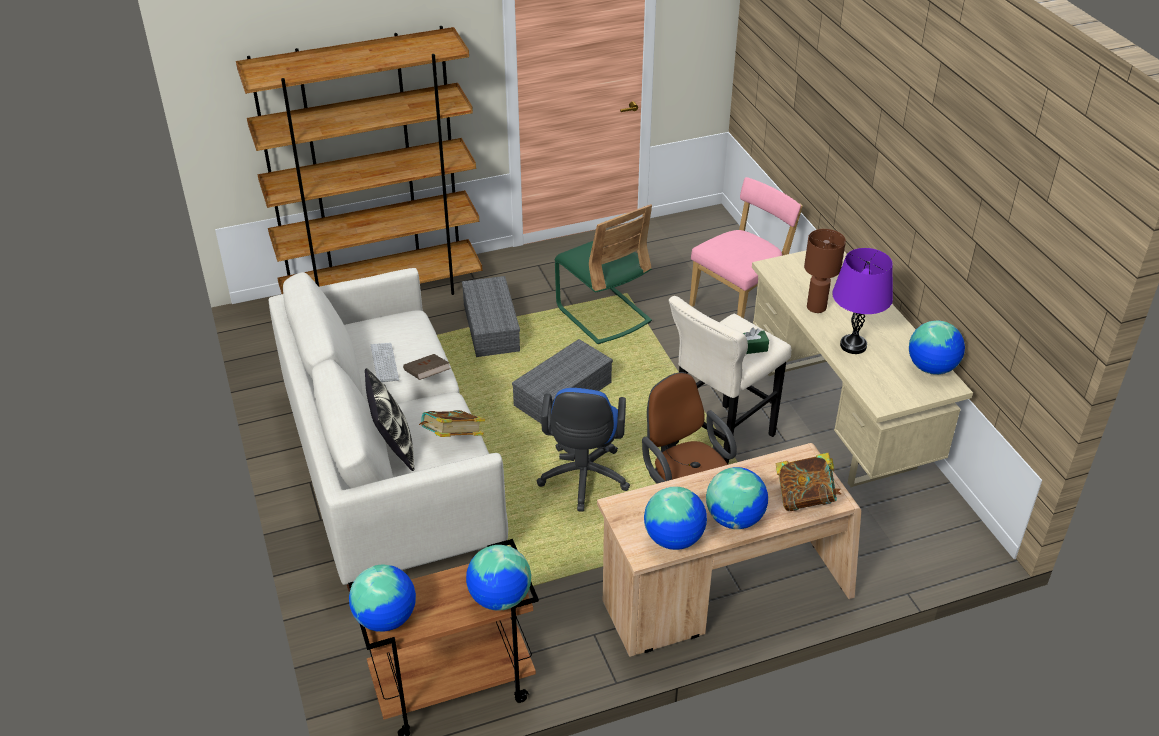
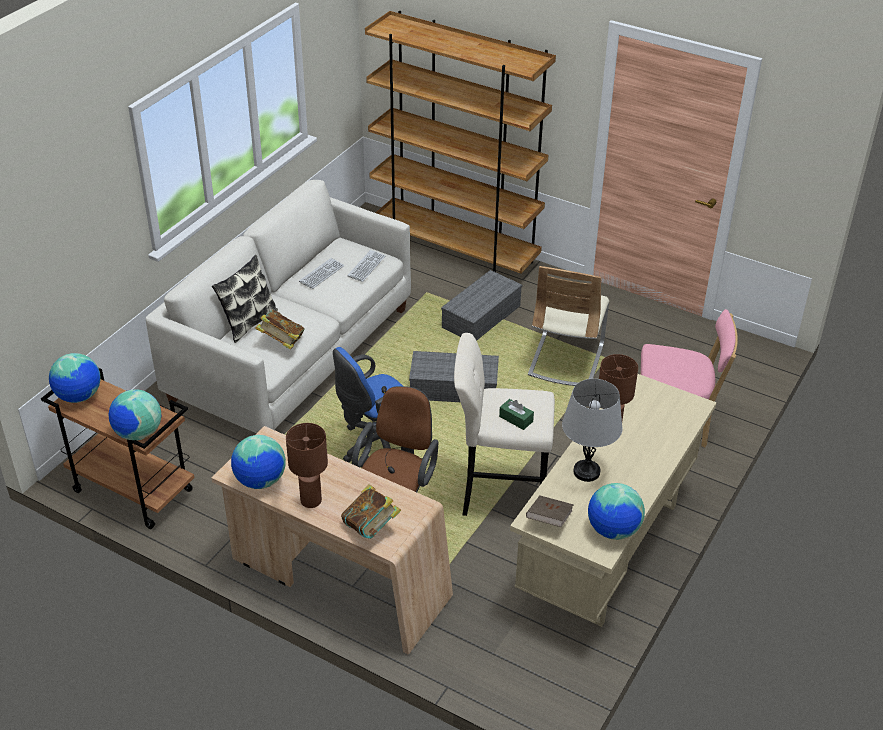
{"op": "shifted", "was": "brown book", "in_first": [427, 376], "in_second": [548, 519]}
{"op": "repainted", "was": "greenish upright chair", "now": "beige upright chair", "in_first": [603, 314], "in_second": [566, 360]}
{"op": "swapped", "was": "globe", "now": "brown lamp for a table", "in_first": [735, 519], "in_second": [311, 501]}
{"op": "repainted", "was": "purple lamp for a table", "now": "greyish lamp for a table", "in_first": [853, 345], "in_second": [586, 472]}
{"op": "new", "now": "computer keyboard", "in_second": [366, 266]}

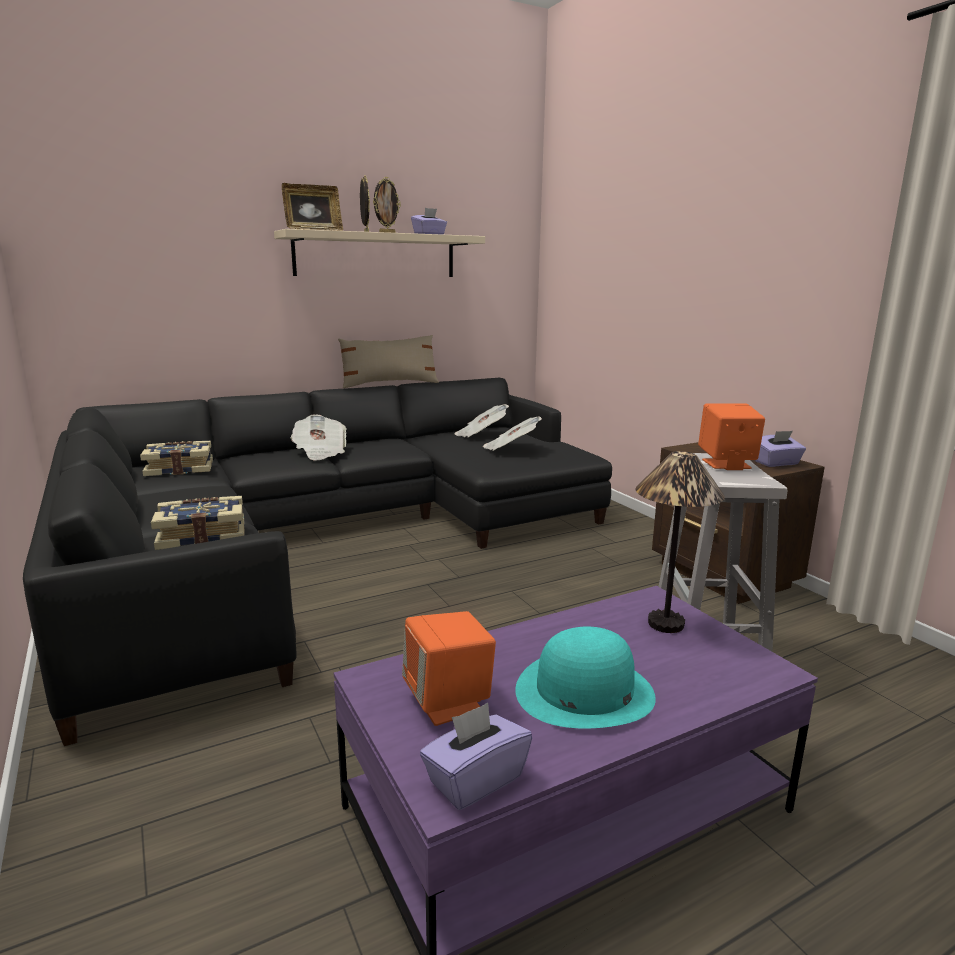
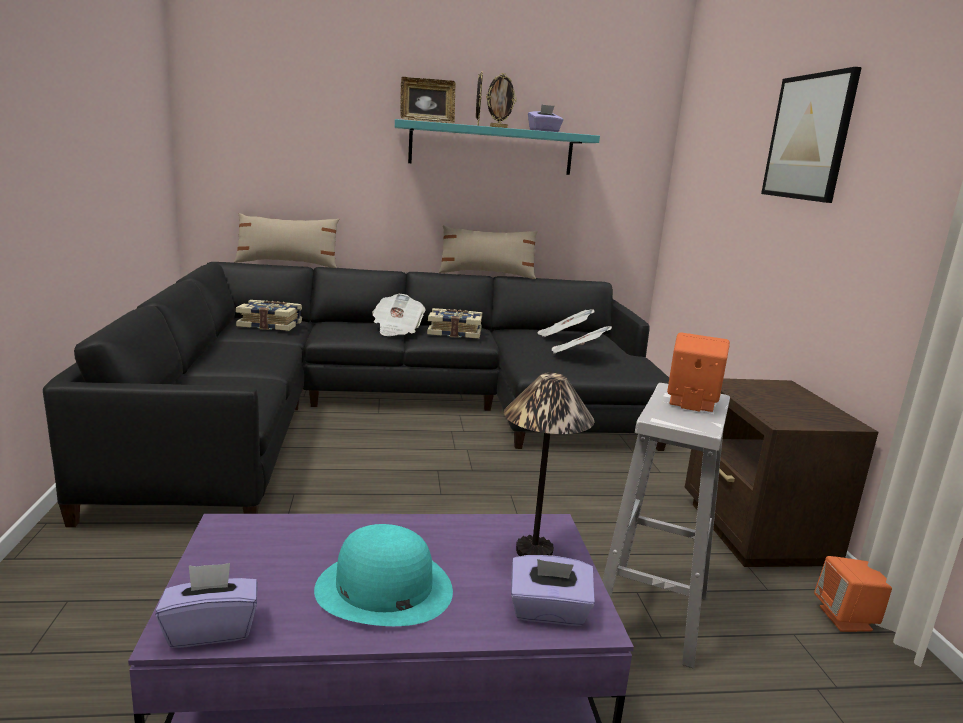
{"op": "shifted", "was": "book", "in_first": [202, 535], "in_second": [455, 332]}
{"op": "repainted", "was": "beige bracket shelf", "now": "turquoise-coloured bracket shelf", "in_first": [376, 255], "in_second": [491, 148]}
{"op": "shifted", "was": "orange-coloured speaker", "in_first": [448, 702], "in_second": [846, 619]}
{"op": "shifted", "was": "purple tissue holder", "in_first": [776, 463], "in_second": [548, 612]}
{"op": "new", "now": "beige throw pillow", "in_second": [287, 264]}
{"op": "new", "now": "wall art", "in_second": [808, 137]}

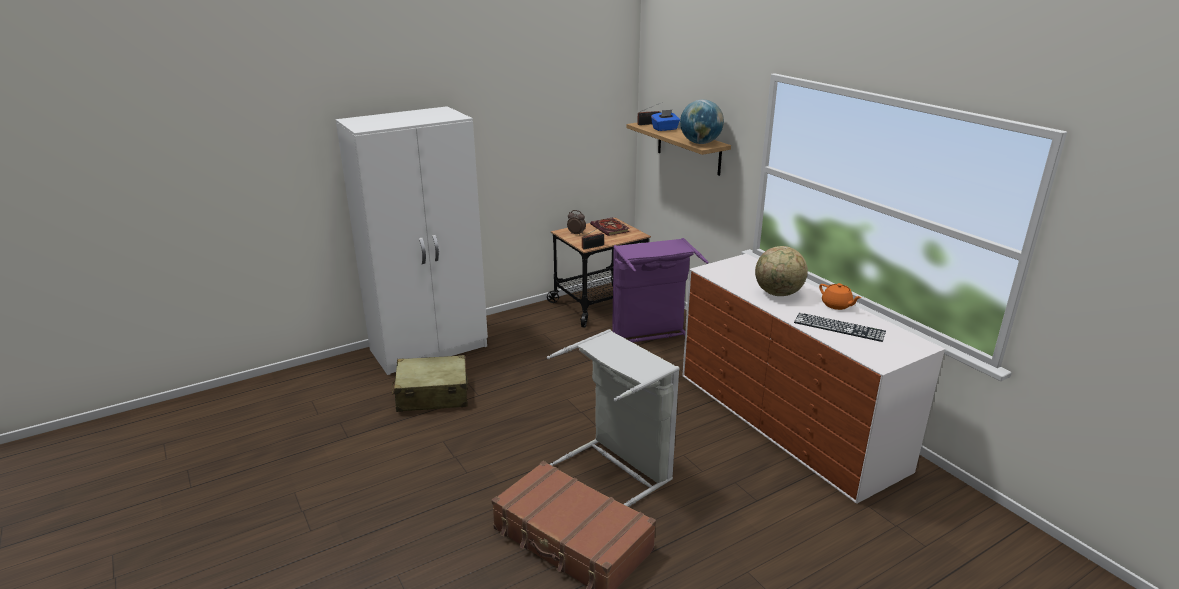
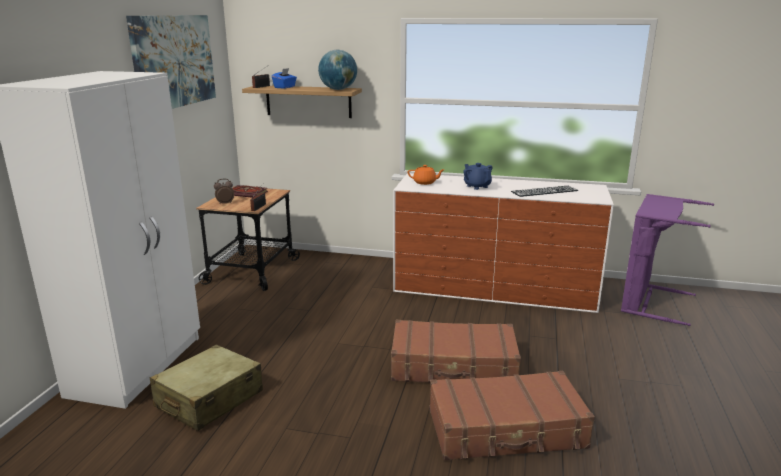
{"op": "swapped", "was": "greyish washing basket", "now": "brown suitcase", "in_first": [619, 468], "in_second": [453, 366]}
{"op": "shifted", "was": "purple washing basket", "in_first": [652, 340], "in_second": [648, 301]}
{"op": "swapped", "was": "globe", "now": "bluish tea pot", "in_first": [778, 294], "in_second": [477, 186]}
{"op": "shifted", "was": "orange-coloured tea pot", "in_first": [837, 305], "in_second": [425, 182]}
{"op": "new", "now": "wall art", "in_second": [174, 61]}

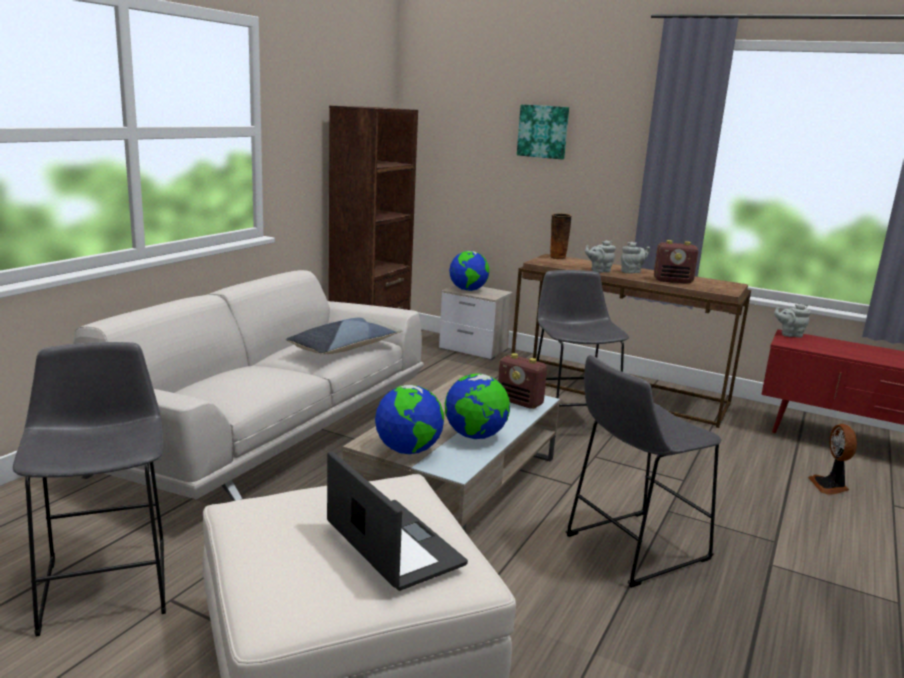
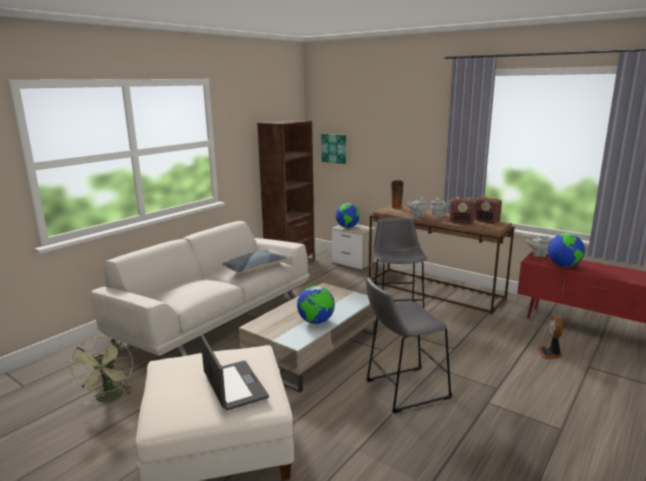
{"op": "swapped", "was": "greyish stool seat", "now": "greenish cooling fan", "in_first": [107, 580], "in_second": [109, 398]}
{"op": "shifted", "was": "globe", "in_first": [408, 451], "in_second": [564, 266]}
{"op": "shifted", "was": "radio set", "in_first": [520, 402], "in_second": [487, 221]}
{"op": "shifted", "was": "wall art", "in_first": [543, 131], "in_second": [334, 148]}

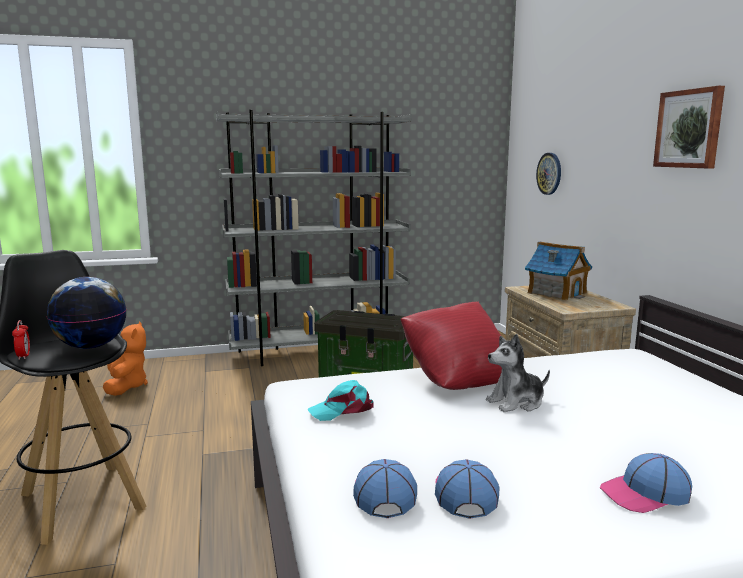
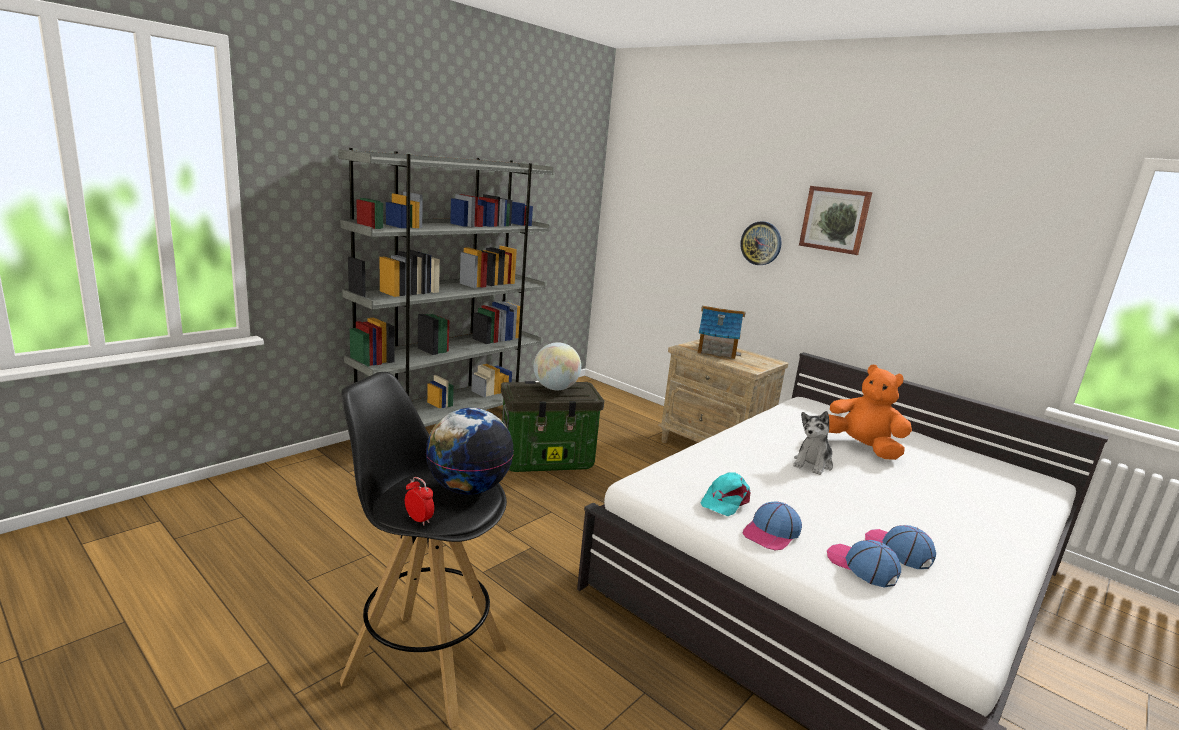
{"op": "shifted", "was": "orange-coloured cuddly toy", "in_first": [126, 386], "in_second": [861, 447]}
{"op": "gone", "was": "red-coloured throw pillow", "in_first": [458, 378]}
{"op": "shifted", "was": "clock on the wall", "in_first": [549, 173], "in_second": [761, 243]}
{"op": "shifted", "was": "cap", "in_first": [645, 494], "in_second": [771, 533]}
{"op": "new", "now": "globe", "in_second": [555, 388]}

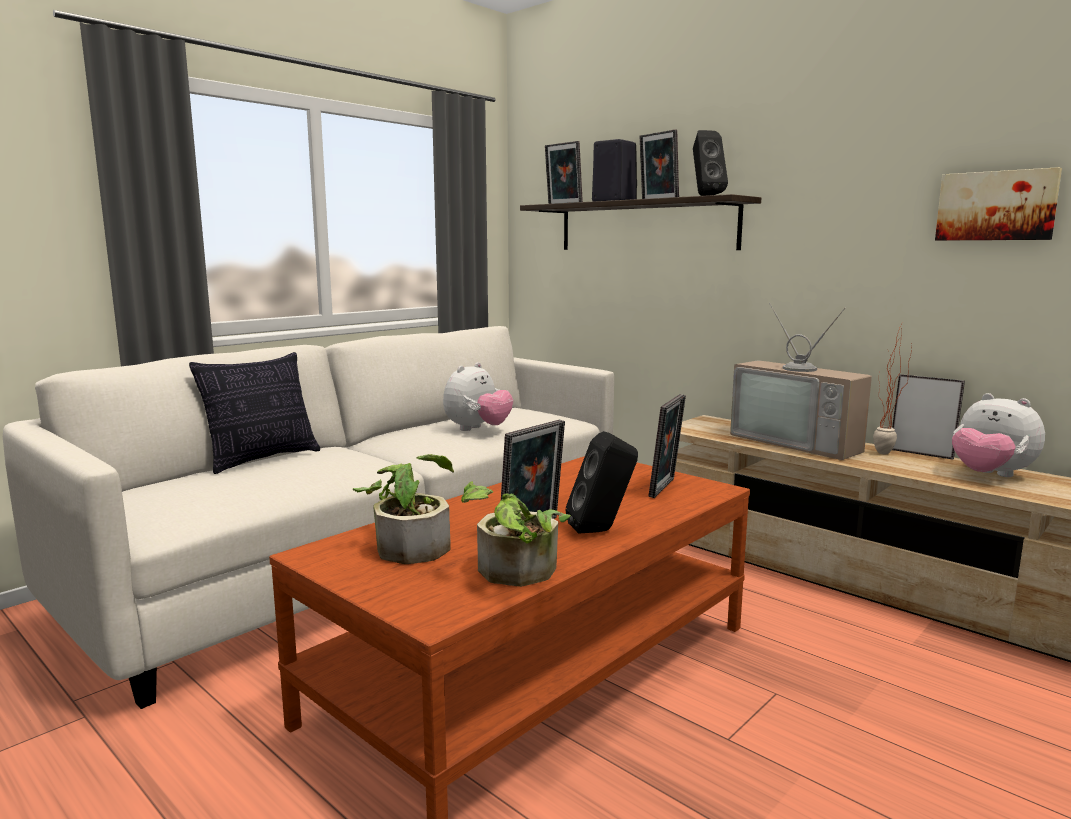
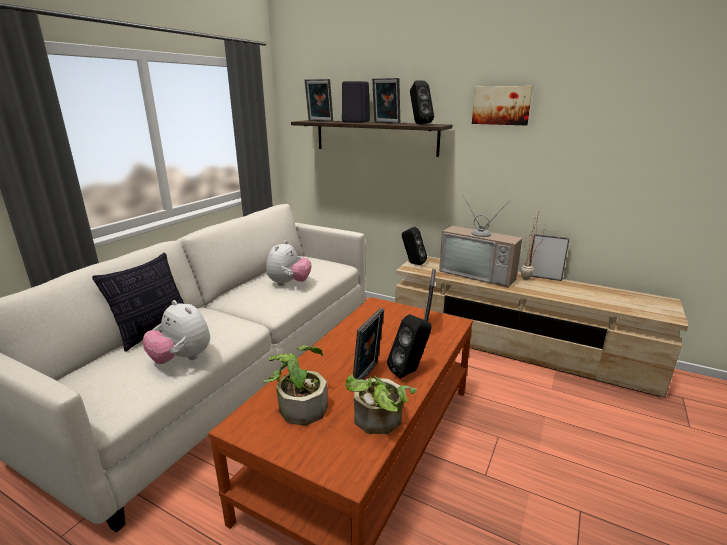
{"op": "shifted", "was": "wall art", "in_first": [996, 206], "in_second": [501, 105]}
{"op": "shifted", "was": "cuddly toy", "in_first": [990, 475], "in_second": [182, 359]}
{"op": "new", "now": "black-coloured speaker", "in_second": [412, 263]}

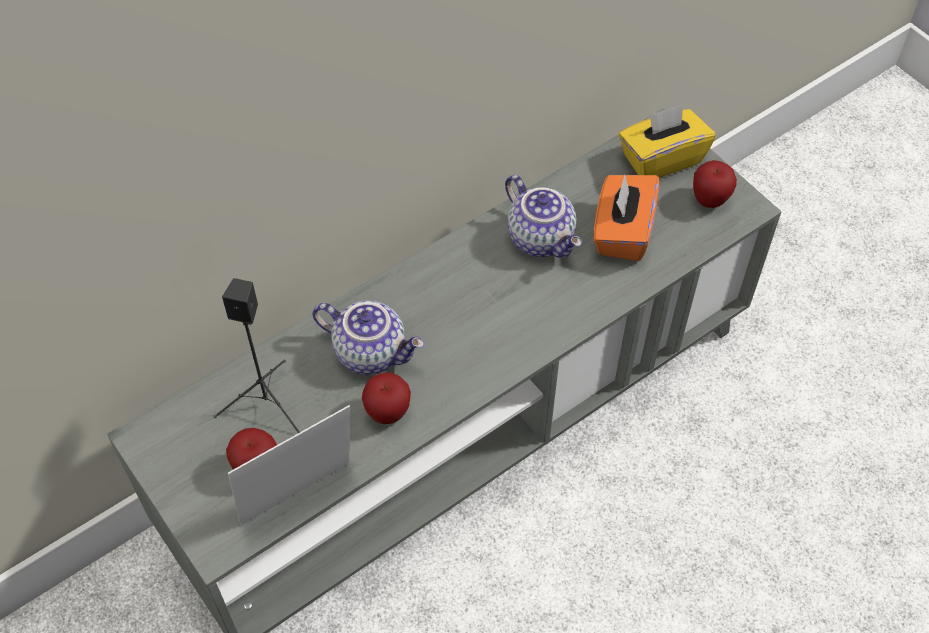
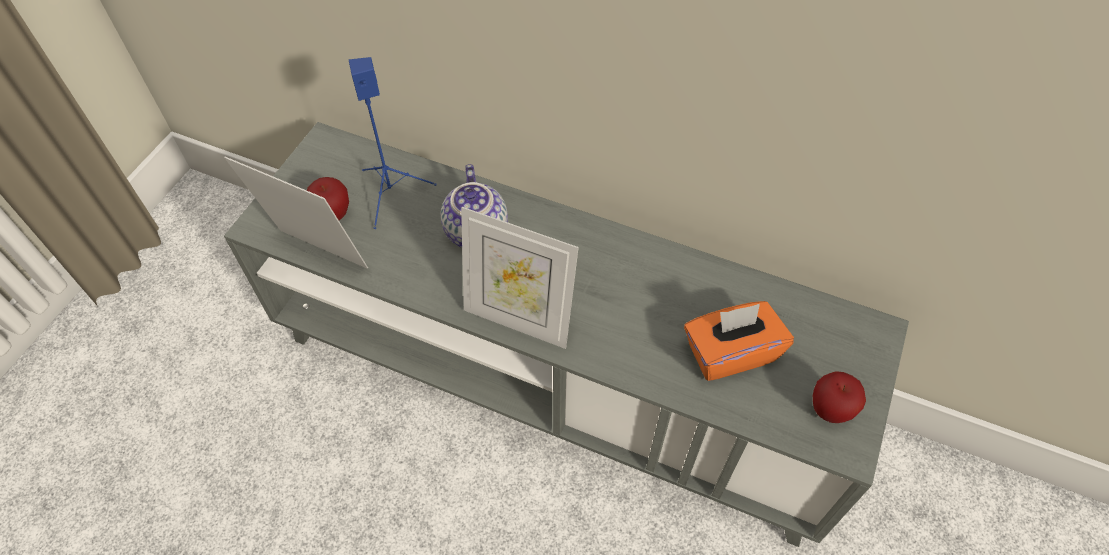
{"op": "repainted", "was": "black-coloured speaker", "now": "bluish speaker", "in_first": [268, 404], "in_second": [391, 194]}
{"op": "gone", "was": "apple fruit", "in_first": [387, 413]}
{"op": "gone", "was": "tea pot", "in_first": [542, 238]}
{"op": "gone", "was": "yellow-coloured tissue holder", "in_first": [661, 159]}
{"op": "new", "now": "picture frame", "in_second": [519, 319]}

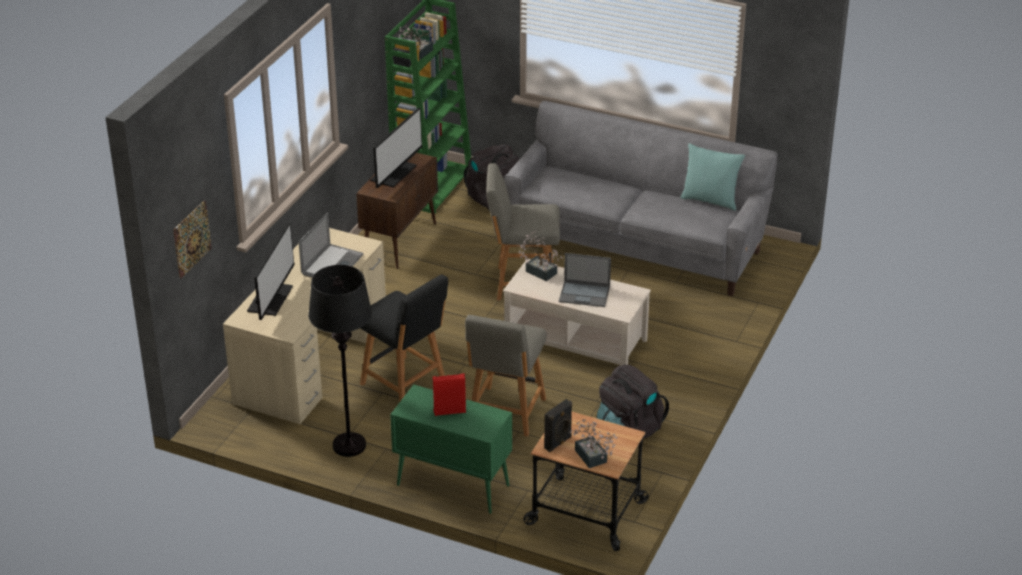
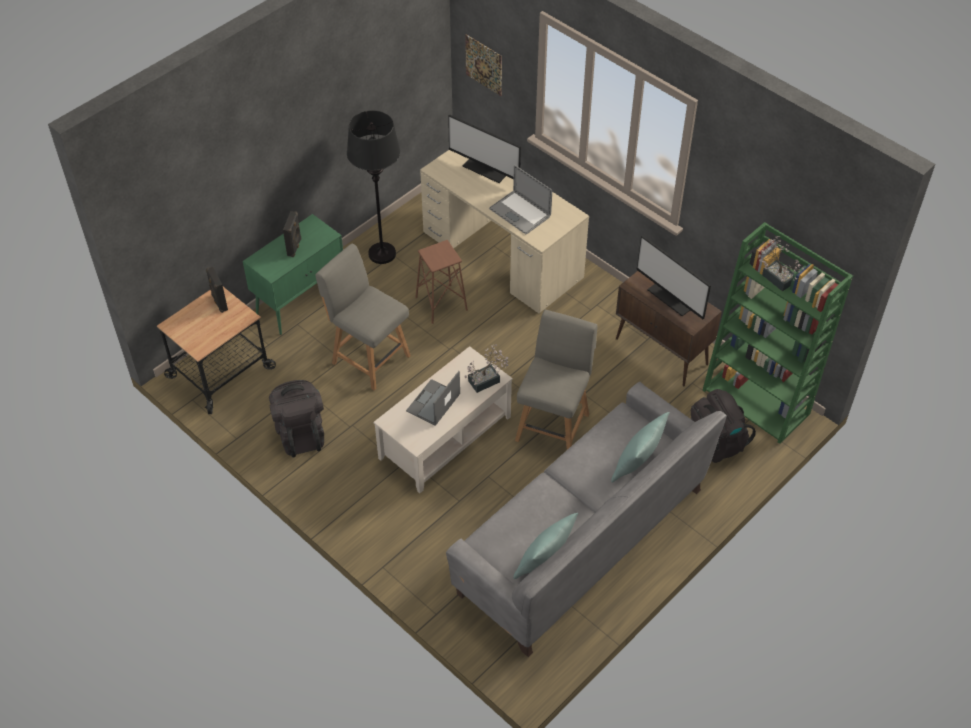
{"op": "swapped", "was": "black-coloured upright chair", "now": "brown stool seat", "in_first": [405, 384], "in_second": [441, 304]}
{"op": "repainted", "was": "red-coloured speaker", "now": "black-coloured speaker", "in_first": [449, 411], "in_second": [295, 247]}
{"op": "gone", "was": "houseplant", "in_first": [592, 459]}
{"op": "new", "now": "turquoise-coloured throw pillow", "in_second": [637, 465]}

